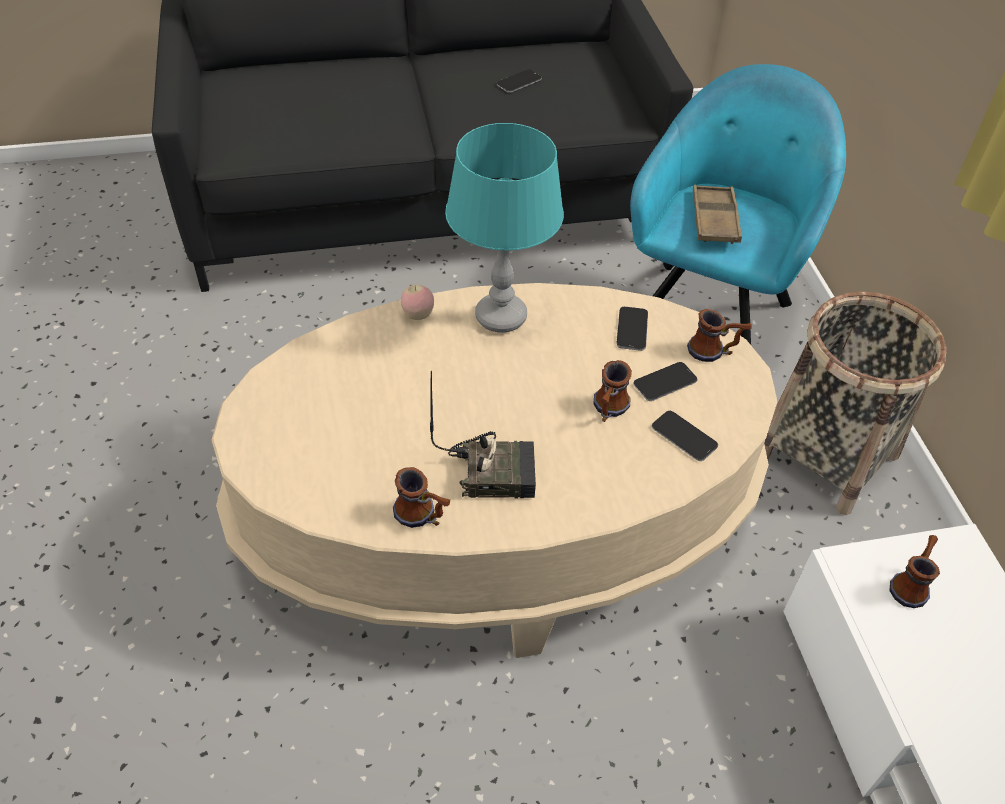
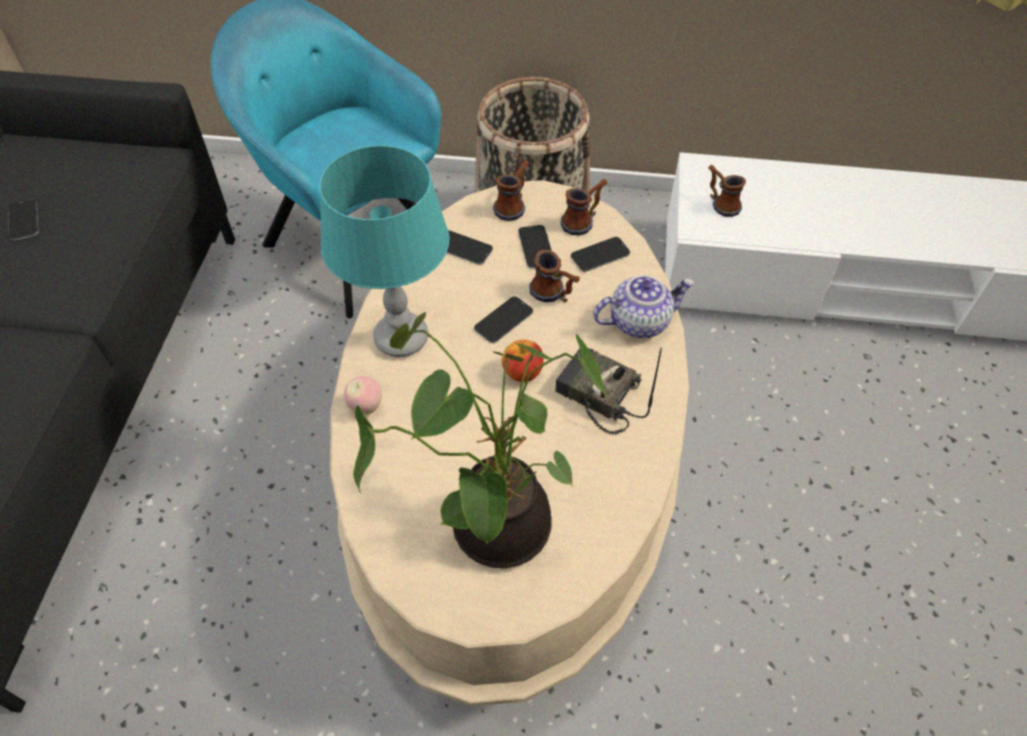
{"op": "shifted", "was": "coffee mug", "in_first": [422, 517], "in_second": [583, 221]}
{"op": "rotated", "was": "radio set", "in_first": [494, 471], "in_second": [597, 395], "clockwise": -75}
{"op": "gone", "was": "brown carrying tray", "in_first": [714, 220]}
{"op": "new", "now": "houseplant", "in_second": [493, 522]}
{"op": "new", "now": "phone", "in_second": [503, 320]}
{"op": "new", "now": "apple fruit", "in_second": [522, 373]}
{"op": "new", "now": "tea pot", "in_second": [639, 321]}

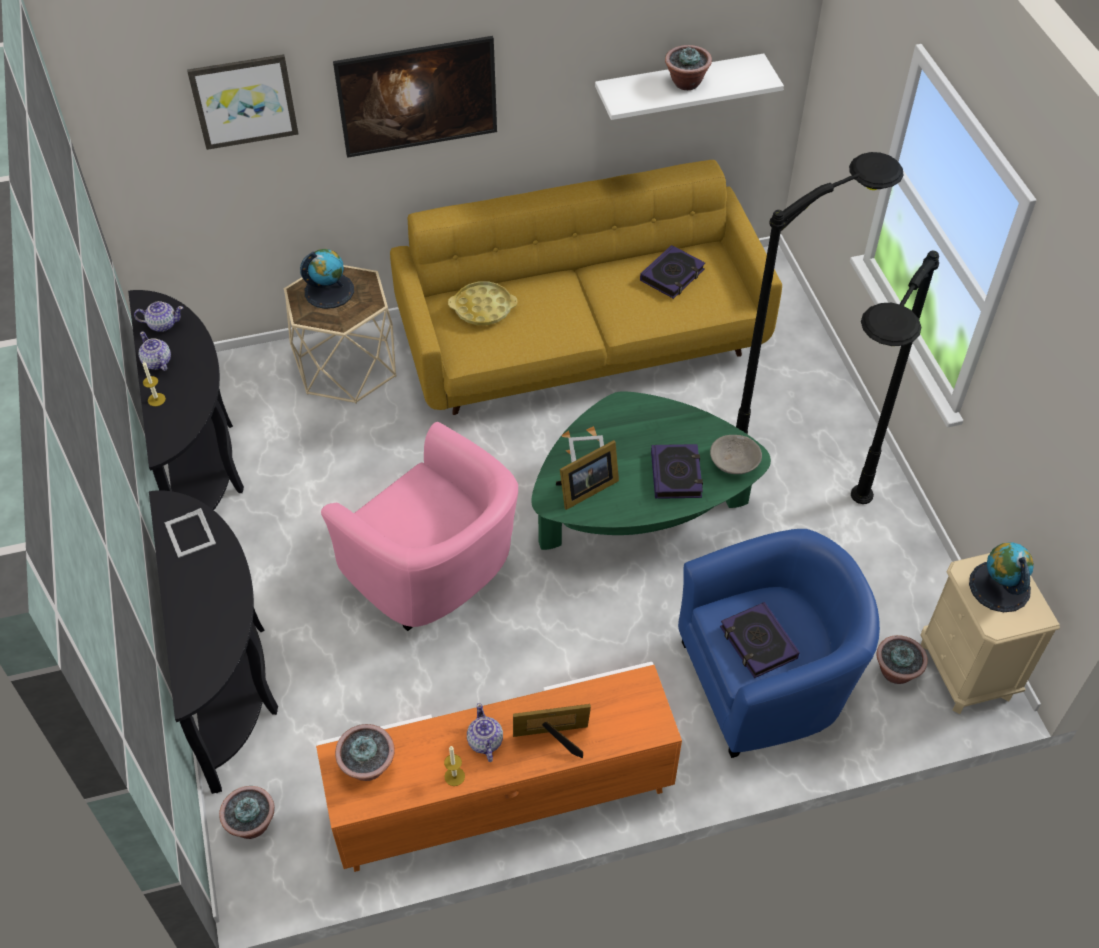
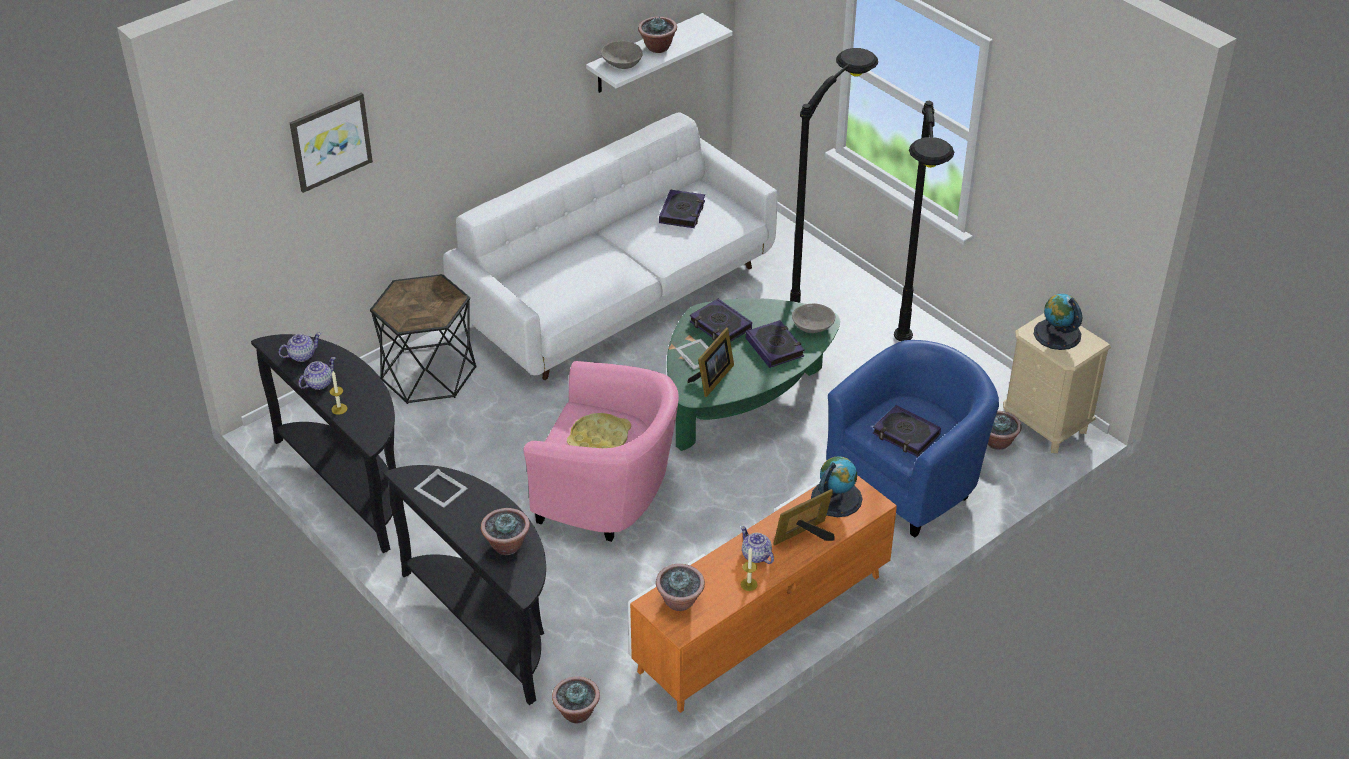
{"op": "rotated", "was": "tea pot", "in_first": [157, 362], "in_second": [318, 383], "clockwise": 105}
{"op": "repainted", "was": "beige side table", "now": "black-coloured side table", "in_first": [347, 368], "in_second": [428, 374]}
{"op": "shifted", "was": "globe", "in_first": [329, 290], "in_second": [836, 498]}
{"op": "gone", "was": "wall art", "in_first": [420, 119]}
{"op": "repainted", "was": "yellow-coloured sofa", "now": "white sofa", "in_first": [583, 341], "in_second": [618, 295]}
{"op": "shifted", "was": "yellow-coloured carrying tray", "in_first": [483, 308], "in_second": [599, 439]}
{"op": "new", "now": "houseplant", "in_second": [506, 545]}
{"op": "new", "now": "greyish bowl", "in_second": [621, 62]}
{"op": "new", "now": "book", "in_second": [720, 326]}

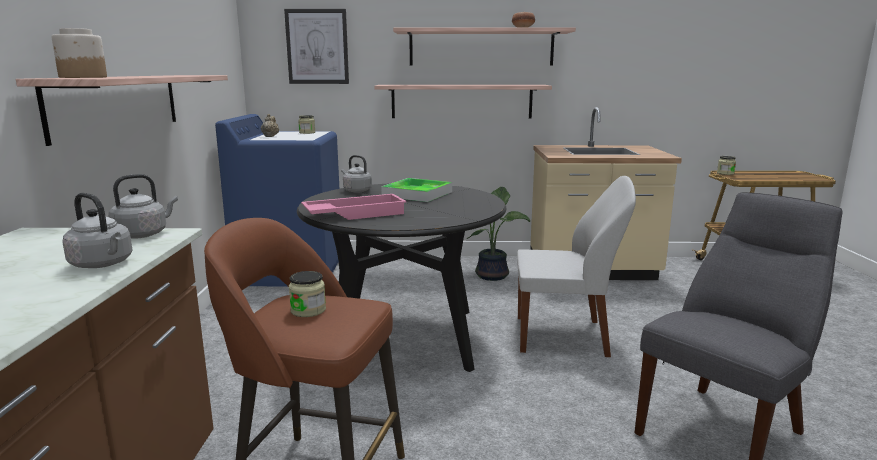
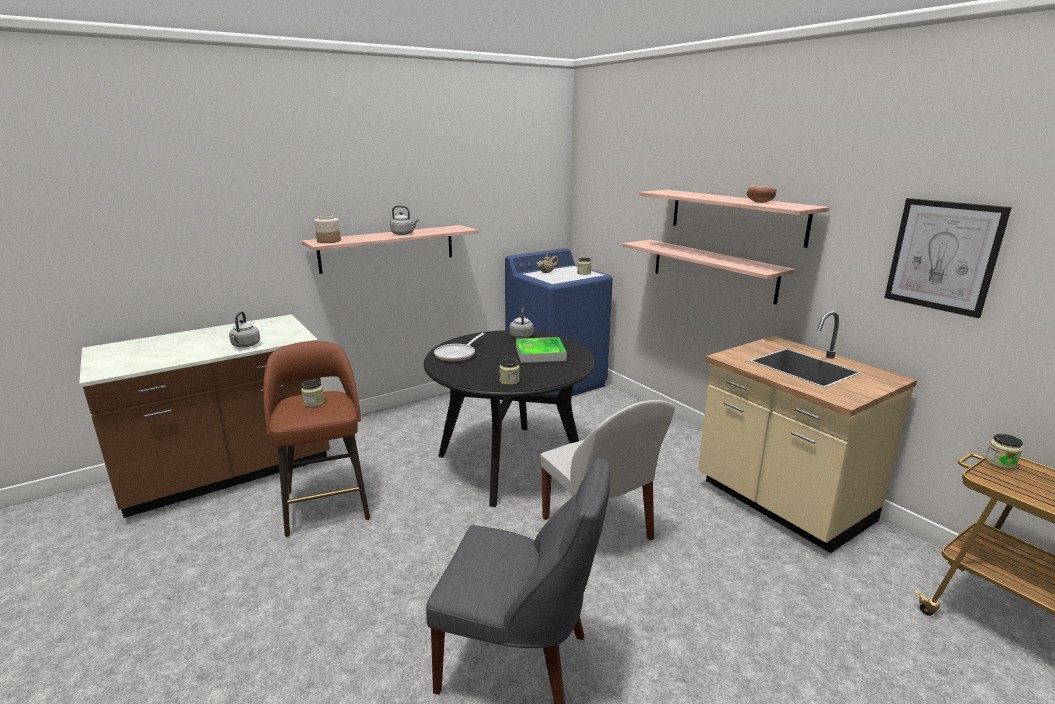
{"op": "shifted", "was": "greyish tea kettle", "in_first": [143, 234], "in_second": [404, 234]}
{"op": "shifted", "was": "wall art", "in_first": [317, 47], "in_second": [943, 256]}
{"op": "swapped", "was": "pink carrying tray", "now": "frying pan", "in_first": [355, 214], "in_second": [457, 355]}
{"op": "gone", "was": "houseplant", "in_first": [494, 275]}
{"op": "new", "now": "storage jar", "in_second": [509, 381]}

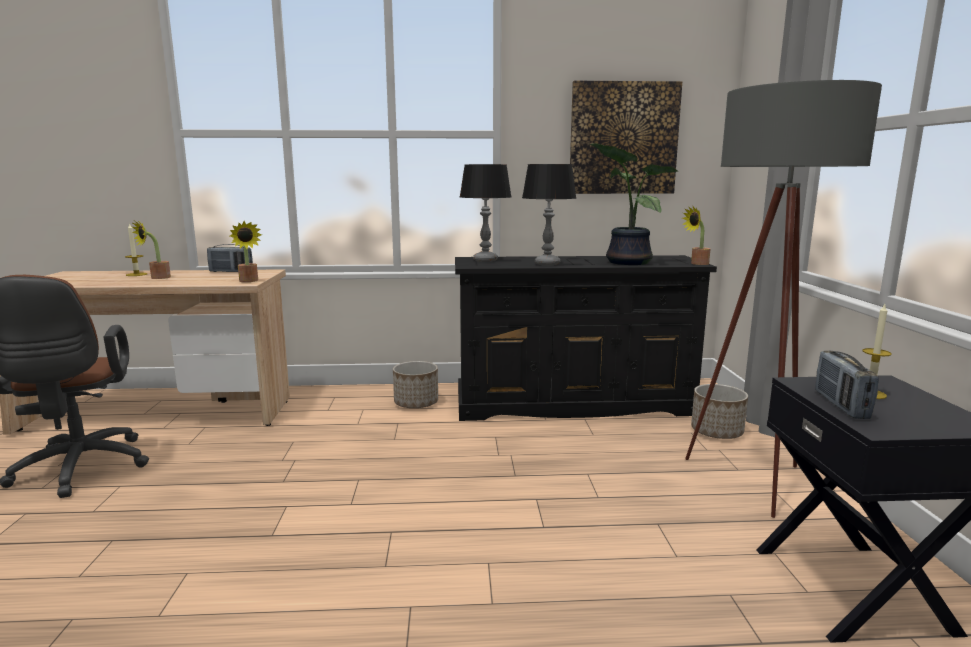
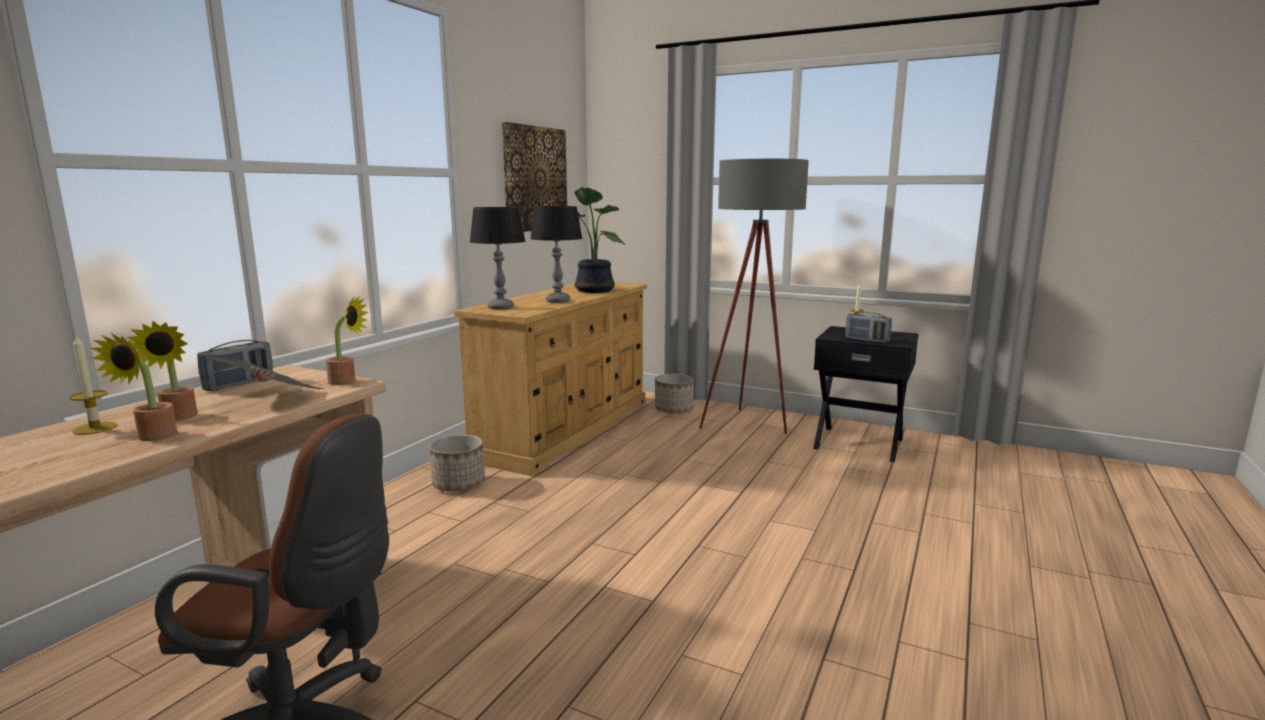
{"op": "repainted", "was": "black-coloured dresser", "now": "beige dresser", "in_first": [574, 403], "in_second": [566, 429]}
{"op": "shifted", "was": "houseplant", "in_first": [696, 264], "in_second": [151, 437]}
{"op": "new", "now": "printed paper", "in_second": [271, 399]}

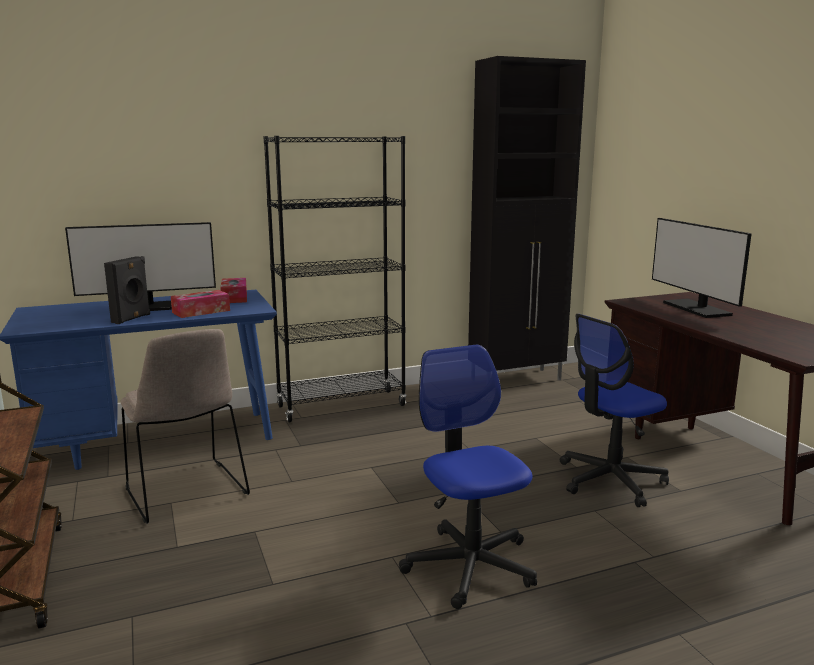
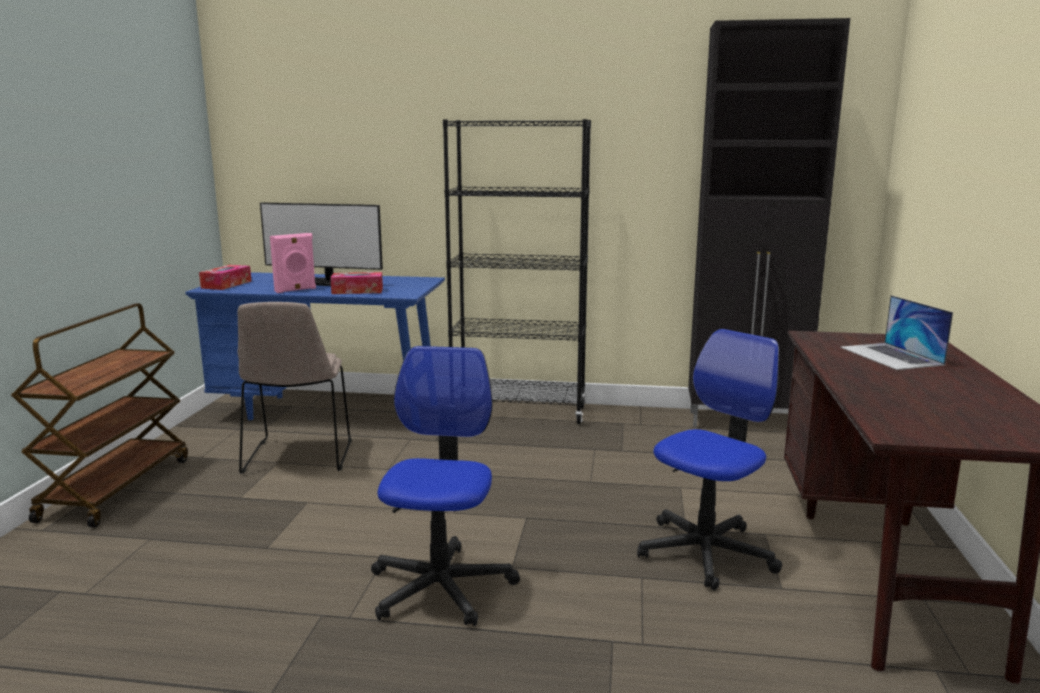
{"op": "repainted", "was": "black-coloured speaker", "now": "pink speaker", "in_first": [132, 318], "in_second": [295, 290]}
{"op": "shifted", "was": "tissue holder", "in_first": [234, 297], "in_second": [226, 284]}
{"op": "rotated", "was": "desk chair", "in_first": [610, 480], "in_second": [706, 552], "clockwise": 135}
{"op": "swapped", "was": "computer display", "now": "notebook computer", "in_first": [696, 309], "in_second": [891, 356]}

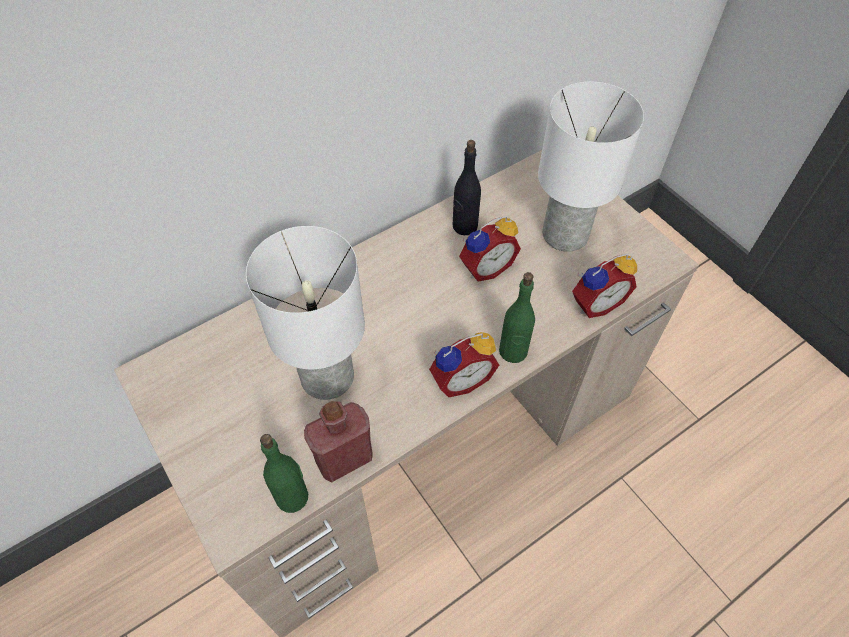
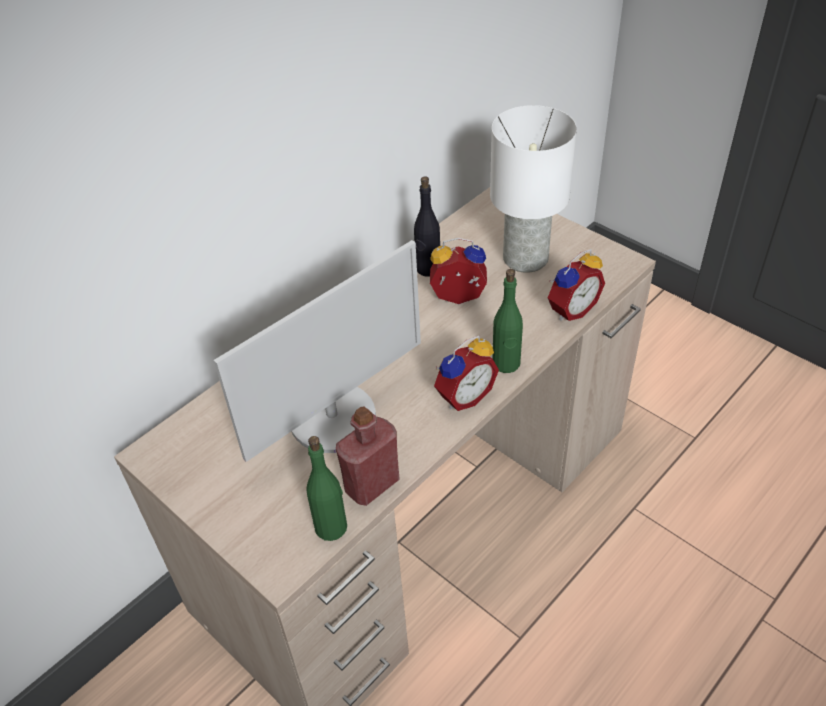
{"op": "swapped", "was": "white lamp for a table", "now": "computer display", "in_first": [328, 375], "in_second": [334, 418]}
{"op": "rotated", "was": "alarm clock", "in_first": [485, 267], "in_second": [458, 299], "clockwise": -135}

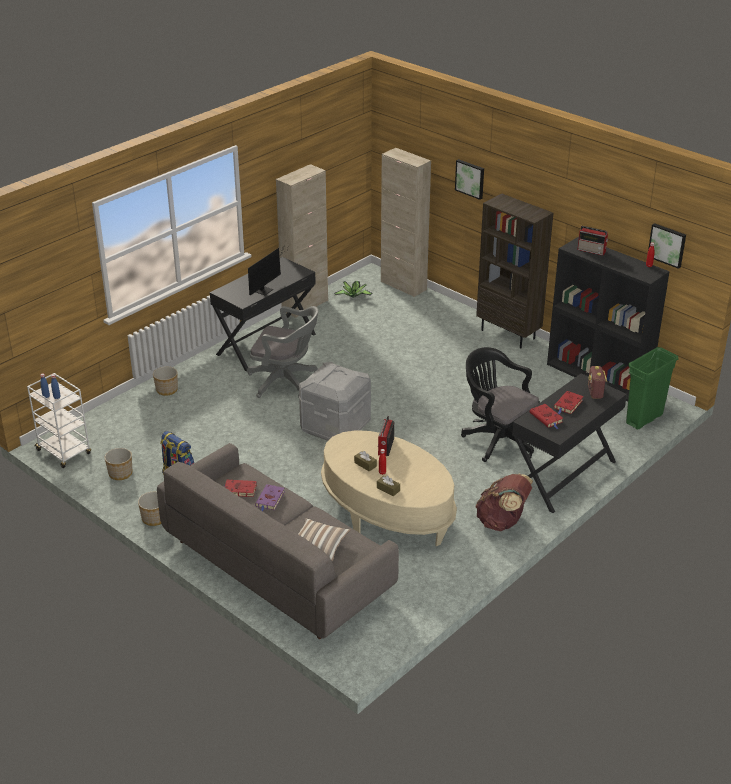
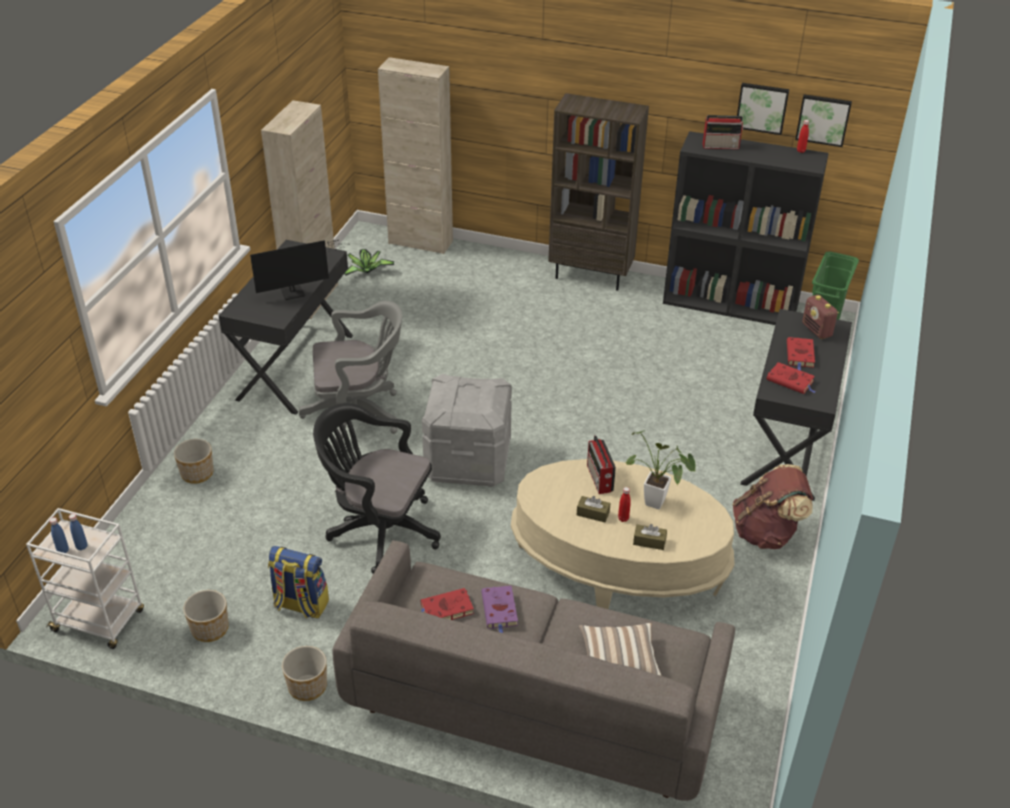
{"op": "rotated", "was": "computer display", "in_first": [265, 289], "in_second": [296, 292], "clockwise": 60}
{"op": "shifted", "was": "wall art", "in_first": [470, 178], "in_second": [762, 107]}
{"op": "shifted", "was": "black-coloured desk chair", "in_first": [497, 439], "in_second": [379, 530]}
{"op": "new", "now": "houseplant", "in_second": [659, 504]}

